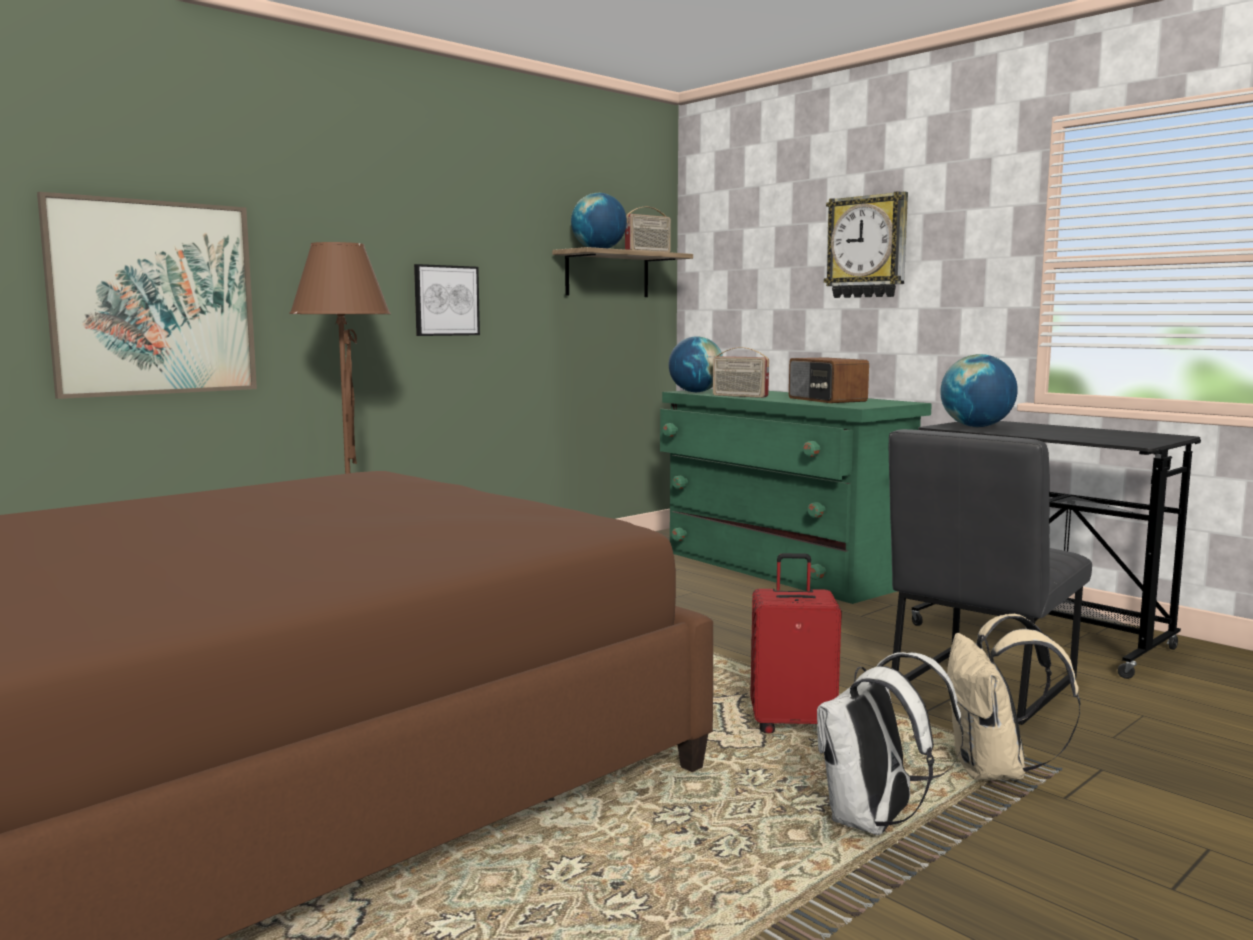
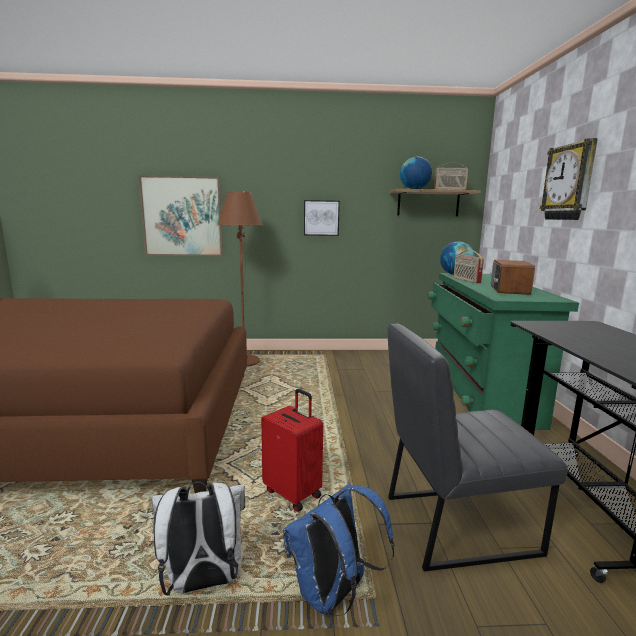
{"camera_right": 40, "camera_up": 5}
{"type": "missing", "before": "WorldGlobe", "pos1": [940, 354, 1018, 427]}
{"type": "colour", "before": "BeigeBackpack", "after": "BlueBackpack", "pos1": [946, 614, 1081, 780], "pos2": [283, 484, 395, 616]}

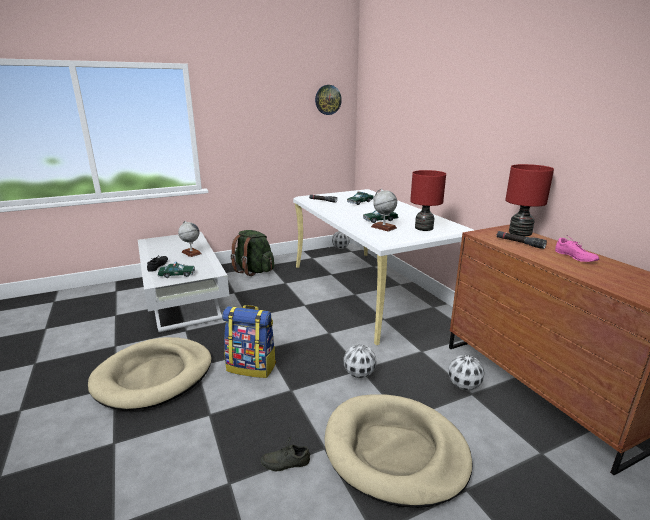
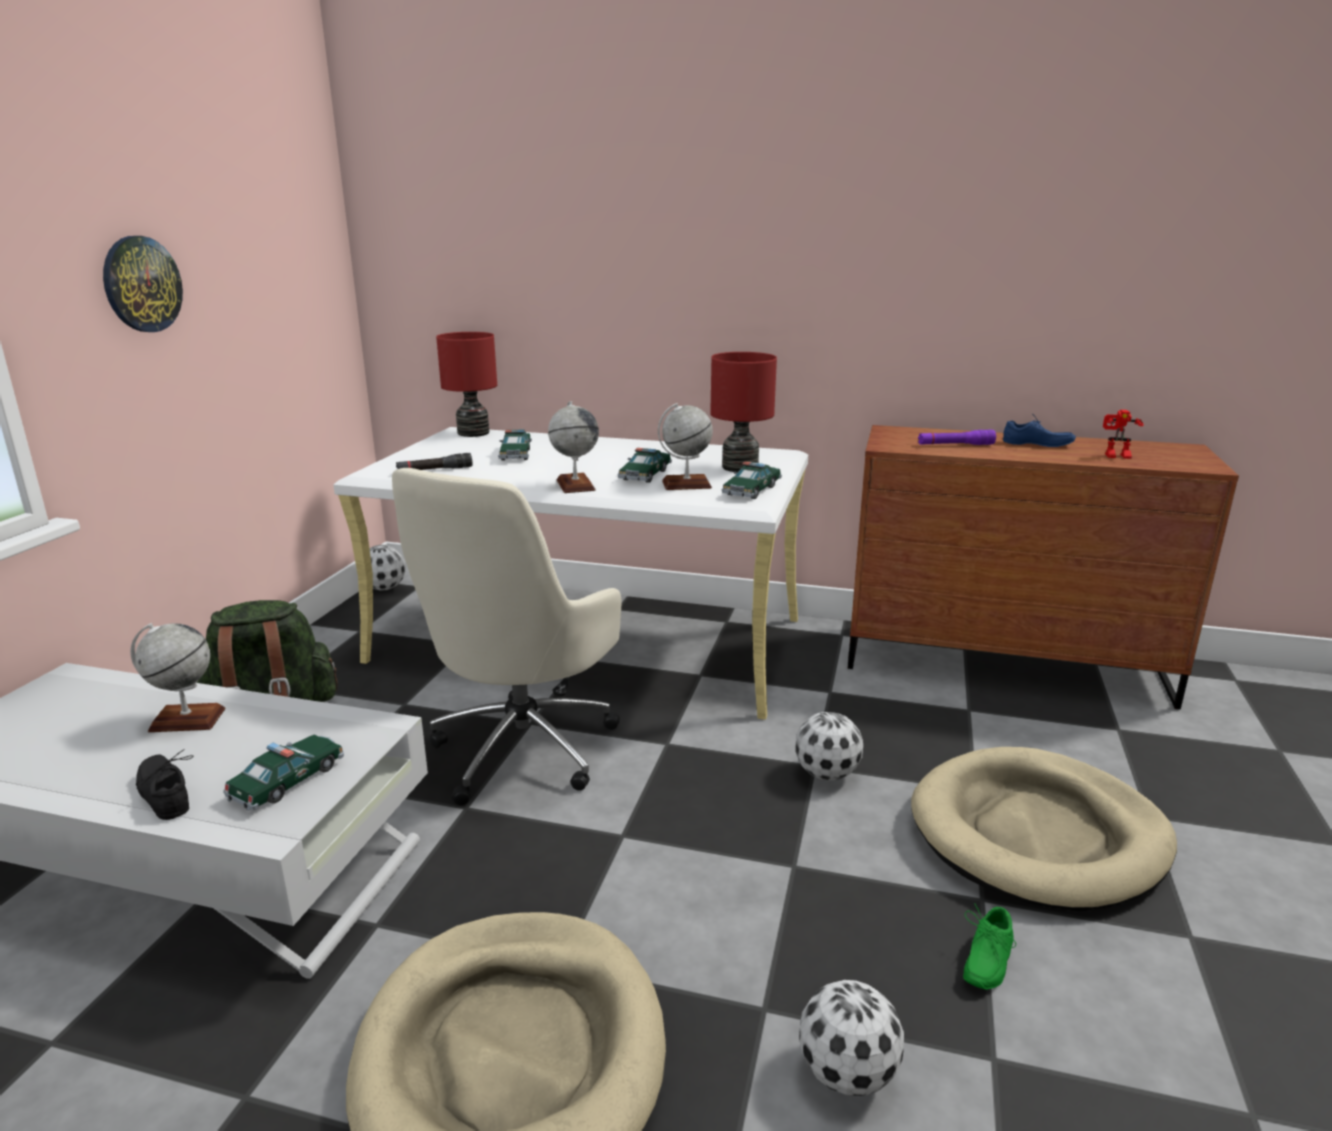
{"camera_right": -50, "camera_up": 0}
{"type": "missing", "before": "Backpack", "pos1": [222, 305, 276, 378]}
{"type": "colour", "before": "GreyLowShoe", "after": "GreenLowShoe", "pos1": [260, 435, 310, 471], "pos2": [963, 903, 1016, 990]}
{"type": "relocated", "before": "ClockOnTheWall", "pos1": [315, 85, 342, 115], "pos2": [103, 236, 183, 332]}
{"type": "relocated", "before": "BallForFootball", "pos1": [448, 355, 485, 391], "pos2": [799, 980, 904, 1096]}
{"type": "colour", "before": "BlackishHandTorch", "after": "PurpleColouredHandTorch", "pos1": [496, 231, 547, 249], "pos2": [918, 430, 996, 445]}
{"type": "relocated", "before": "RedColouredTableLamp", "pos1": [505, 164, 554, 236], "pos2": [436, 332, 497, 437]}
{"type": "colour", "before": "PinkishLowShoe", "after": "BlueLowShoe", "pos1": [555, 235, 599, 262], "pos2": [1003, 416, 1076, 447]}
{"type": "appeared", "after": "BeigeComputerChair", "pos2": [392, 468, 621, 805]}
{"type": "appeared", "after": "WorldGlobe", "pos2": [548, 401, 599, 493]}
{"type": "appeared", "after": "ModelCar", "pos2": [721, 461, 782, 499]}
{"type": "appeared", "after": "ModelRobot", "pos2": [1103, 410, 1143, 459]}

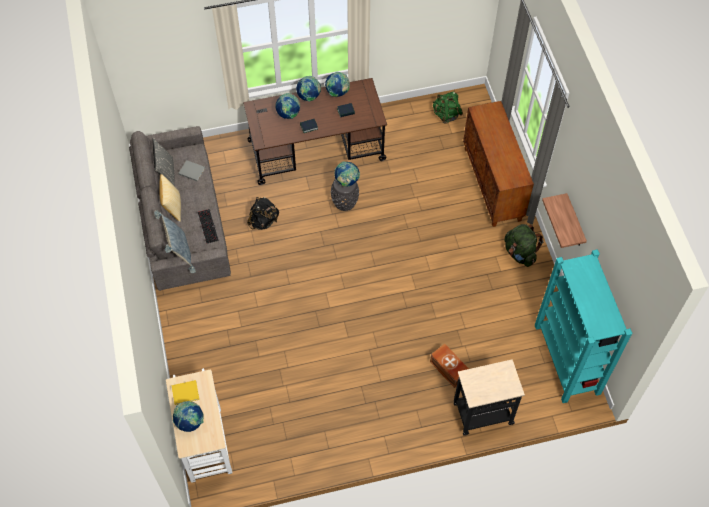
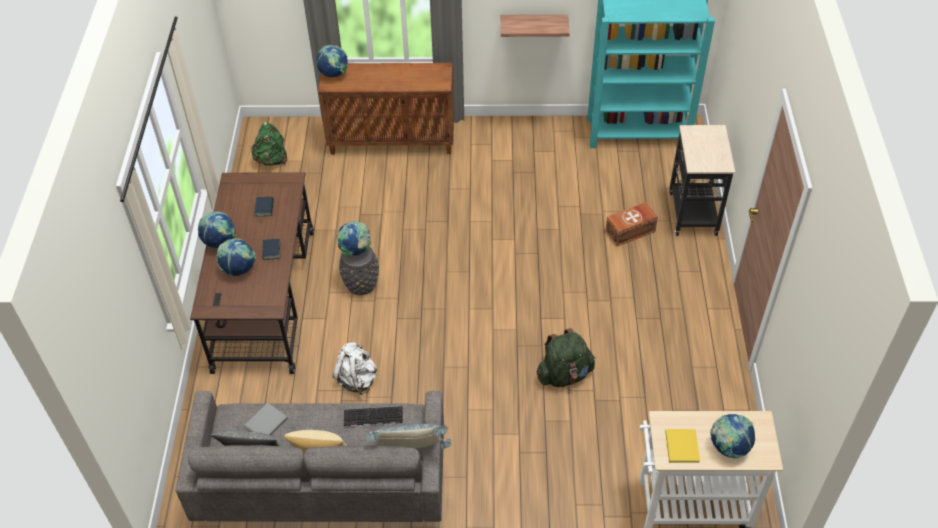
{"camera_right": -75, "camera_up": -10}
{"type": "colour", "before": "BlackishBackpack", "after": "WhiteBackpack", "pos1": [247, 197, 279, 230], "pos2": [333, 342, 377, 395]}
{"type": "relocated", "before": "WorldGlobe", "pos1": [325, 72, 350, 97], "pos2": [316, 45, 348, 77]}
{"type": "relocated", "before": "GreenBackpack", "pos1": [504, 224, 543, 267], "pos2": [537, 328, 595, 387]}

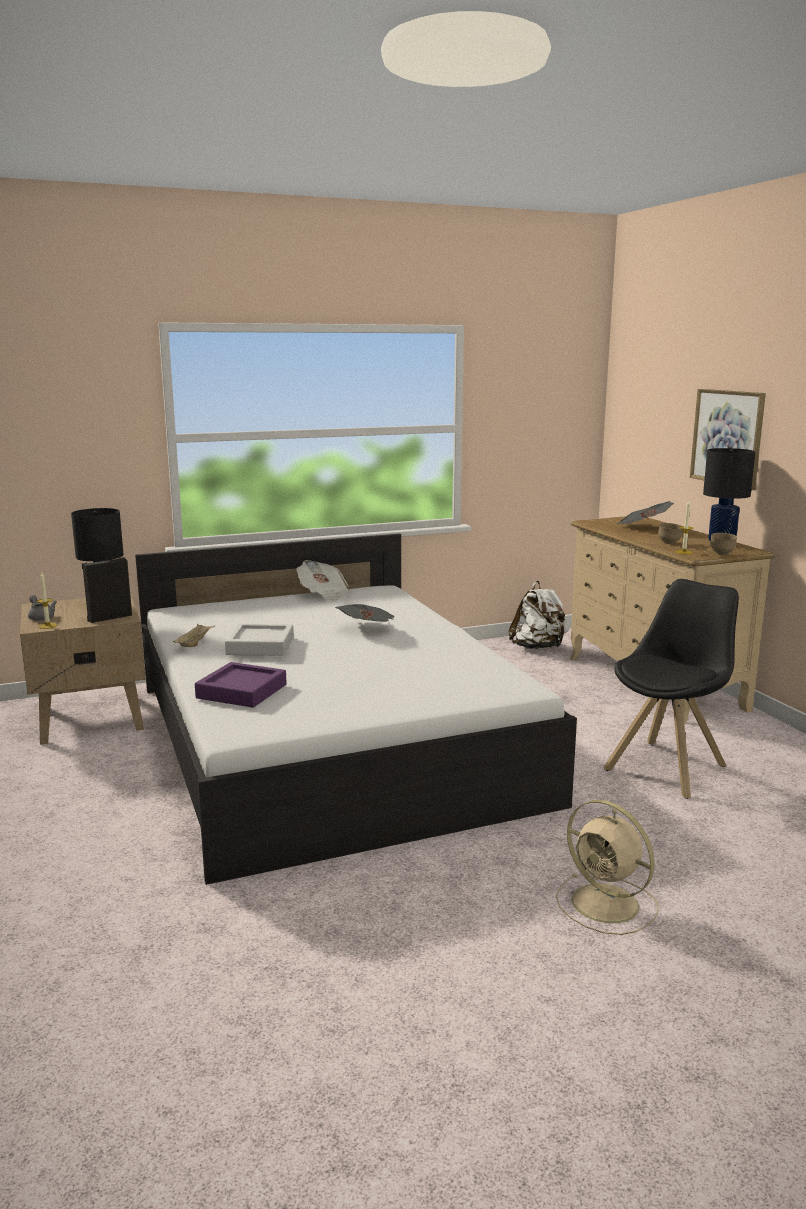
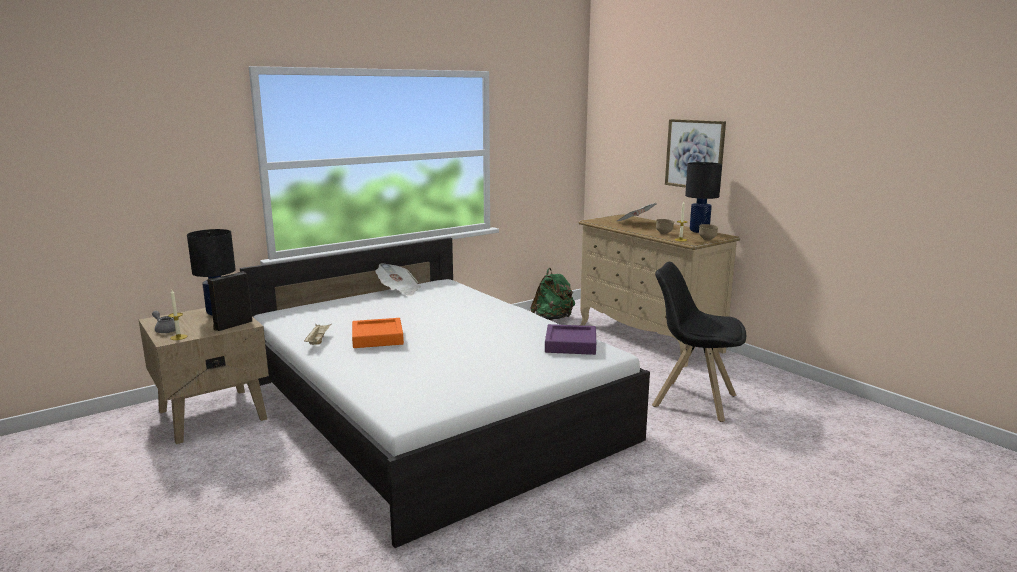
{"camera_right": -15, "camera_up": 0}
{"type": "relocated", "before": "PurpleColouredTray", "pos1": [195, 662, 287, 708], "pos2": [545, 324, 596, 355]}
{"type": "colour", "before": "GreyTray", "after": "OrangeyTray", "pos1": [225, 624, 294, 656], "pos2": [352, 318, 404, 348]}
{"type": "missing", "before": "Newspaper", "pos1": [335, 604, 395, 622]}
{"type": "colour", "before": "WhiteBackpack", "after": "GreenBackpack", "pos1": [508, 581, 569, 649], "pos2": [530, 268, 575, 320]}
{"type": "missing", "before": "BeigeCoolingFan", "pos1": [556, 800, 659, 935]}
{"type": "spun", "before": "BlackishPlainChair", "pos1": [604, 579, 739, 799], "pos2": [652, 262, 746, 422], "turn": -90}

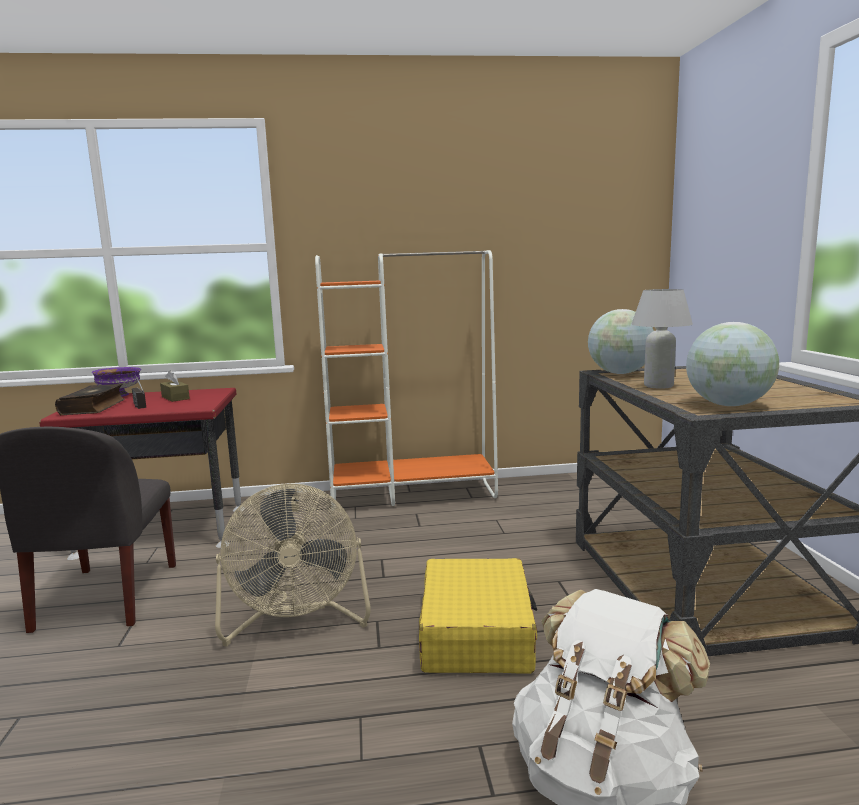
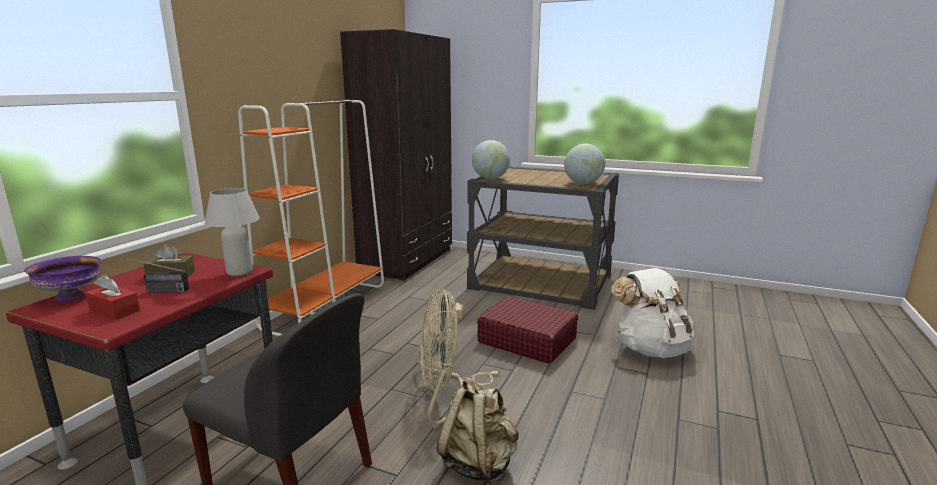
{"camera_right": -60, "camera_up": 5}
{"type": "exchanged", "before": "BoundBook", "after": "RedColouredBoxOfTissues", "pos1": [55, 384, 125, 415], "pos2": [86, 275, 140, 320]}
{"type": "spun", "before": "BeigeCoolingFan", "pos1": [215, 484, 371, 647], "pos2": [417, 288, 498, 429], "turn": 150}
{"type": "colour", "before": "YellowColouredSuitcase", "after": "RedColouredSuitcase", "pos1": [419, 558, 537, 674], "pos2": [477, 296, 578, 364]}
{"type": "relocated", "before": "WhiteTableLamp", "pos1": [632, 289, 693, 389], "pos2": [205, 188, 260, 276]}
{"type": "appeared", "after": "BrownWardrobe", "pos2": [340, 29, 452, 281]}
{"type": "appeared", "after": "BeigeBackpack", "pos2": [437, 378, 519, 484]}

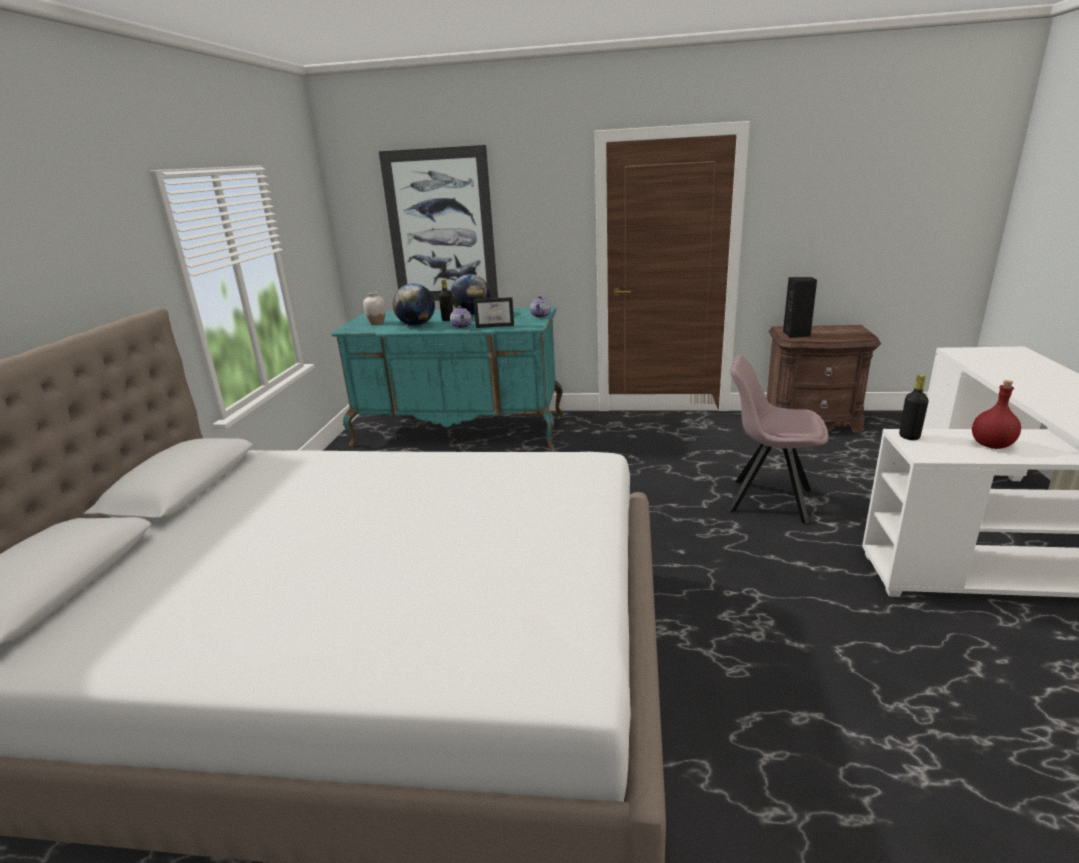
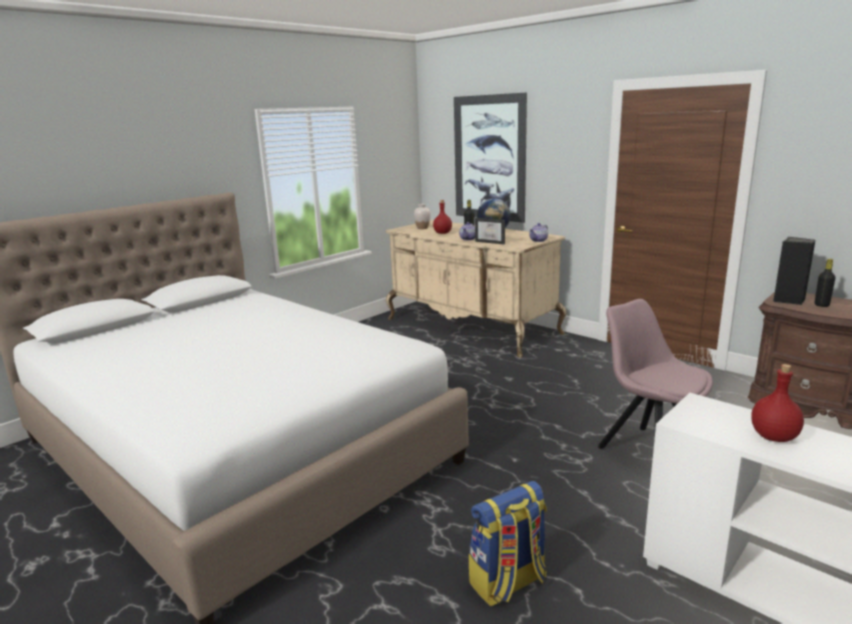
{"camera_right": 35, "camera_up": -5}
{"type": "colour", "before": "TurquoiseColouredChestOfDrawers", "after": "BeigeChestOfDrawers", "pos1": [331, 307, 563, 449], "pos2": [386, 220, 566, 358]}
{"type": "exchanged", "before": "WorldGlobe", "after": "RedColouredBeverageBottle", "pos1": [393, 283, 435, 326], "pos2": [433, 200, 452, 234]}
{"type": "relocated", "before": "BlackishBeverageBottle", "pos1": [899, 374, 929, 440], "pos2": [814, 259, 835, 307]}
{"type": "appeared", "after": "Backpack", "pos2": [469, 481, 547, 606]}

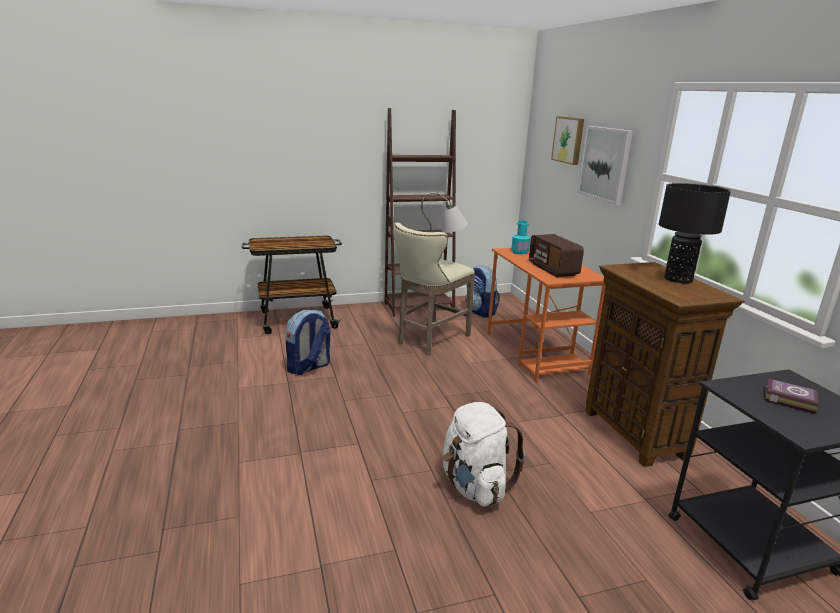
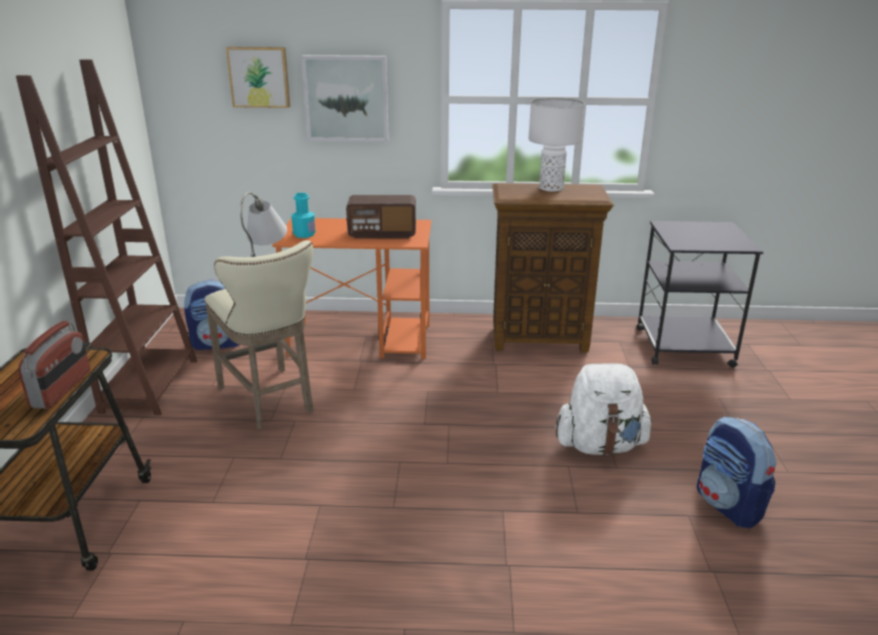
{"camera_right": -70, "camera_up": 5}
{"type": "relocated", "before": "Backpack", "pos1": [286, 310, 330, 375], "pos2": [697, 416, 776, 528]}
{"type": "colour", "before": "BlackishTableLamp", "after": "WhiteTableLamp", "pos1": [659, 183, 731, 283], "pos2": [528, 98, 585, 192]}
{"type": "missing", "before": "BoundBook", "pos1": [765, 378, 819, 414]}
{"type": "appeared", "after": "Radio", "pos2": [18, 321, 90, 409]}

